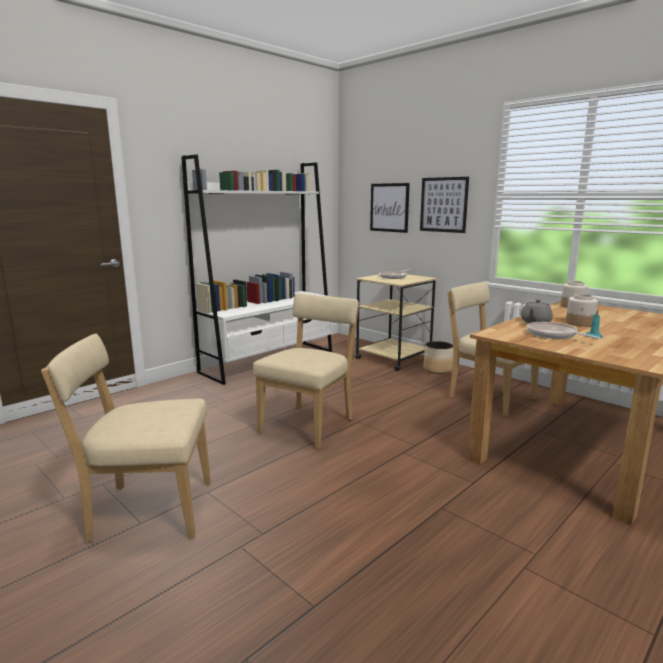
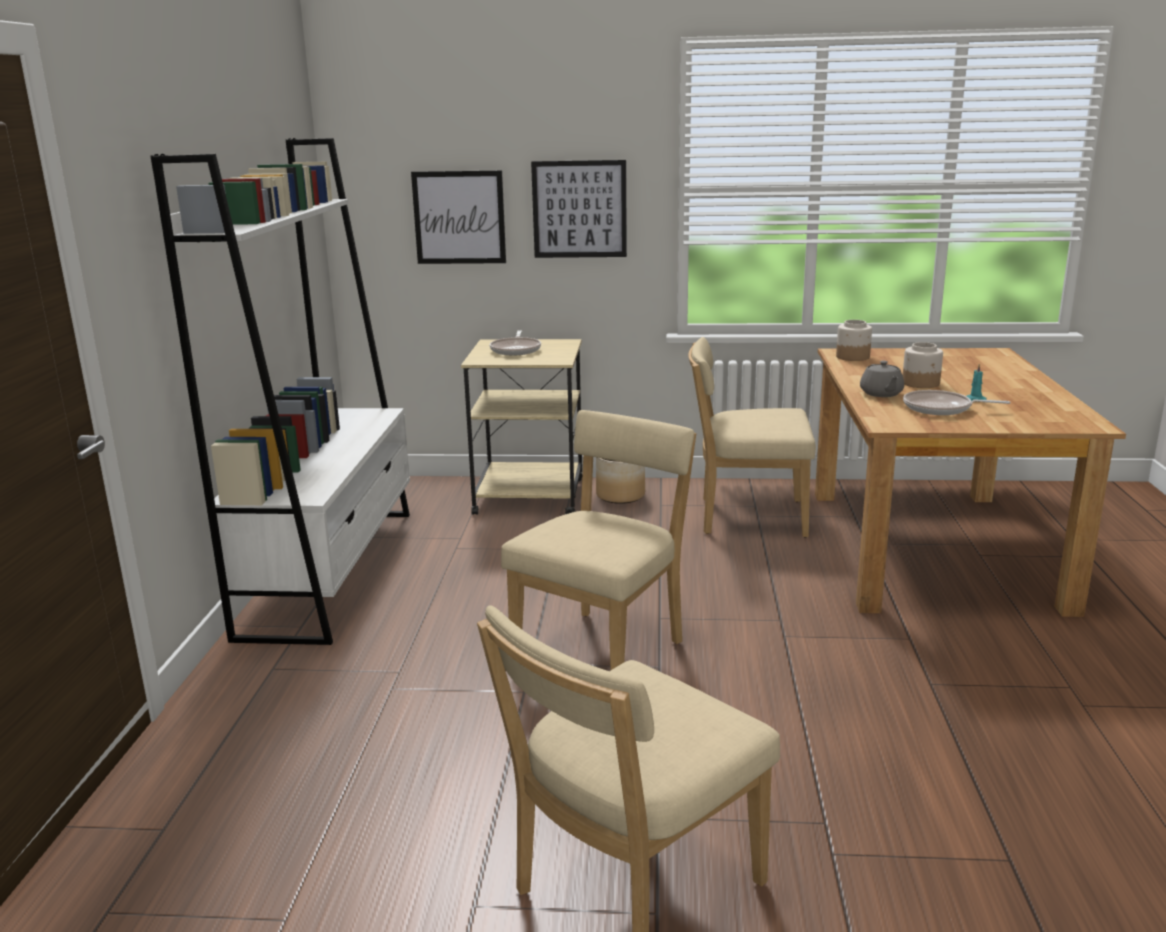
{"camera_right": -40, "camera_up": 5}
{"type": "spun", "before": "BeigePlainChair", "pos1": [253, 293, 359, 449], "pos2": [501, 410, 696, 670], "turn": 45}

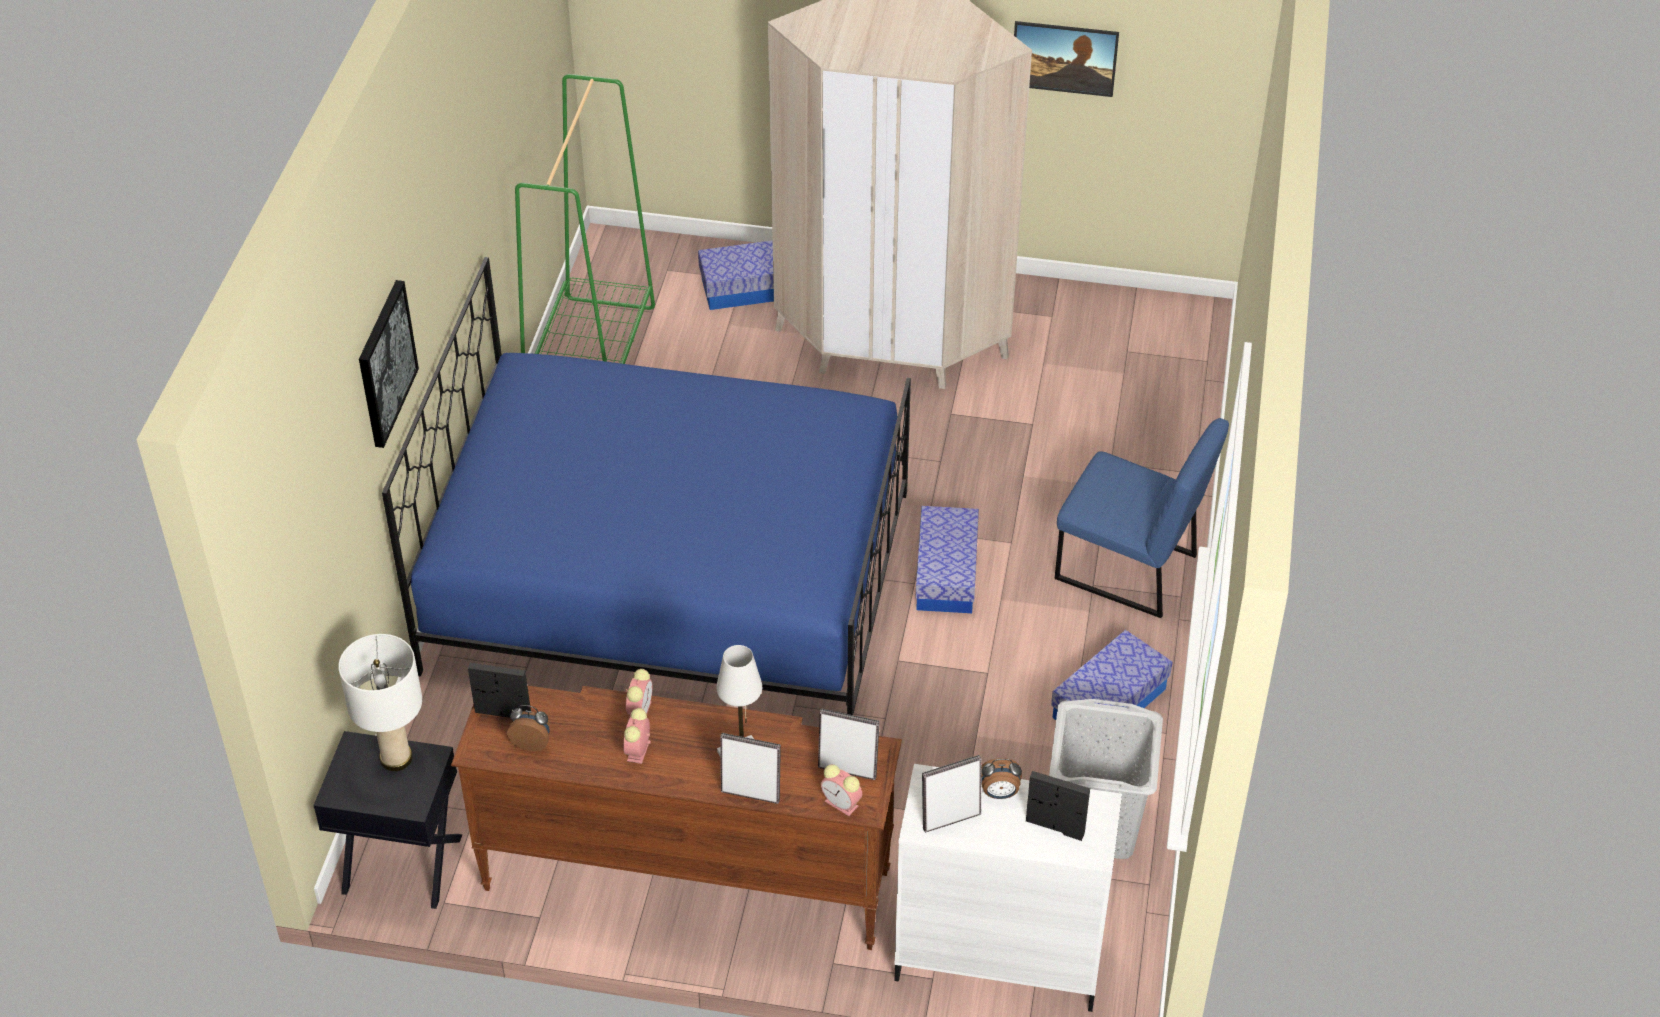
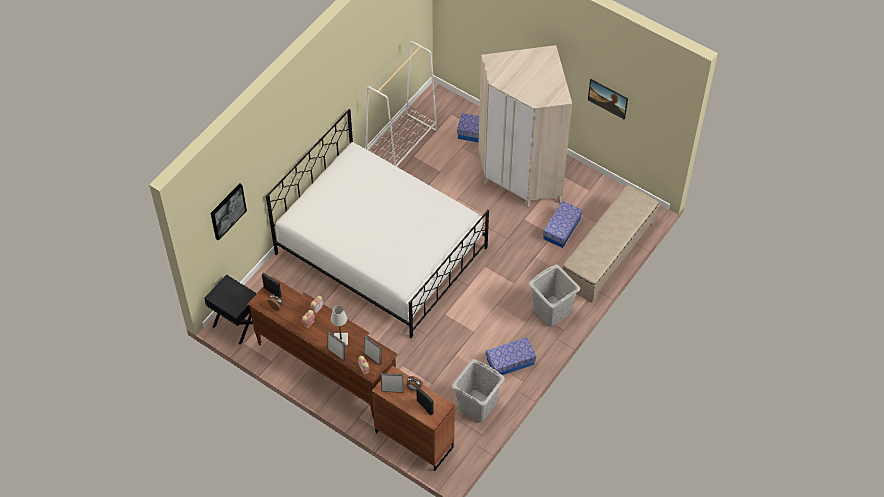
{"camera_right": 25, "camera_up": 10}
{"type": "missing", "before": "WhiteTableLamp", "pos1": [338, 634, 422, 771]}
{"type": "relocated", "before": "WallPicture", "pos1": [359, 280, 419, 448], "pos2": [211, 183, 247, 241]}
{"type": "colour", "before": "BlueBed", "after": "WhiteBed", "pos1": [382, 257, 911, 715], "pos2": [266, 109, 489, 338]}
{"type": "colour", "before": "GreenClothesRack", "after": "WhiteClothesRack", "pos1": [515, 74, 655, 364], "pos2": [366, 41, 437, 167]}
{"type": "colour", "before": "WhiteChestOfDrawers", "after": "BrownChestOfDrawers", "pos1": [894, 764, 1122, 1012], "pos2": [372, 366, 455, 471]}
{"type": "relocated", "before": "StorageBox", "pos1": [915, 506, 979, 613], "pos2": [543, 201, 583, 248]}
{"type": "exchanged", "before": "BluePlainChair", "after": "GreyHamper", "pos1": [1055, 418, 1229, 618], "pos2": [528, 264, 580, 327]}
{"type": "appeared", "after": "BeigeBench", "pos2": [562, 185, 658, 303]}

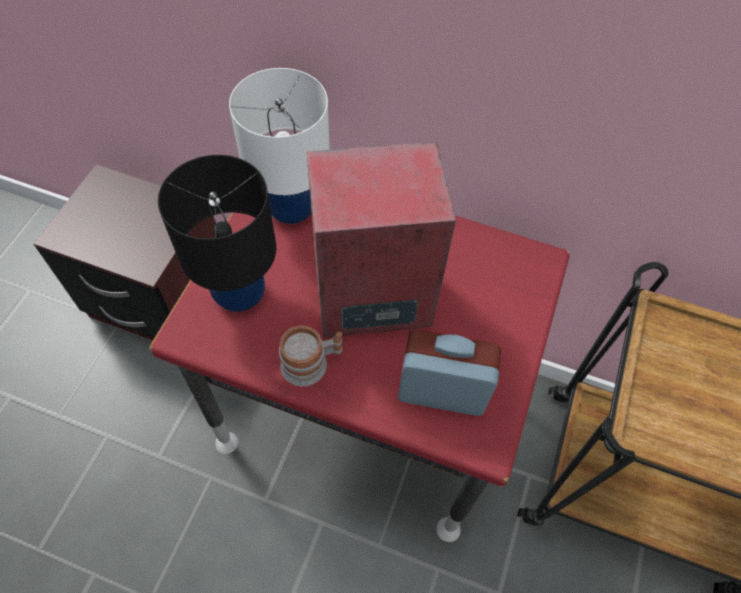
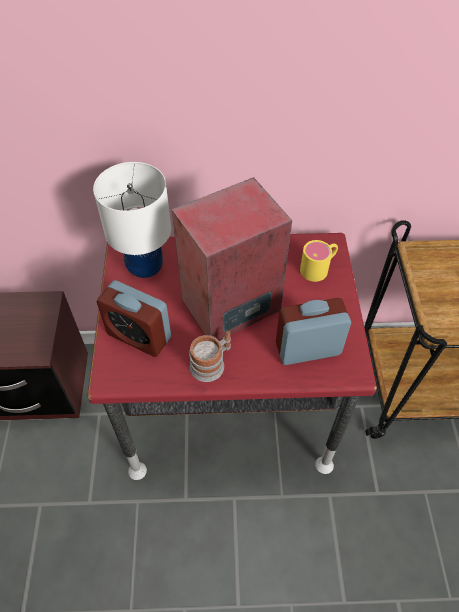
{"camera_right": -20, "camera_up": -5}
{"type": "exchanged", "before": "BlackishTableLamp", "after": "TableClock", "pos1": [158, 155, 276, 312], "pos2": [97, 280, 171, 357]}
{"type": "appeared", "after": "YellowColouredTeaMug", "pos2": [300, 240, 338, 282]}

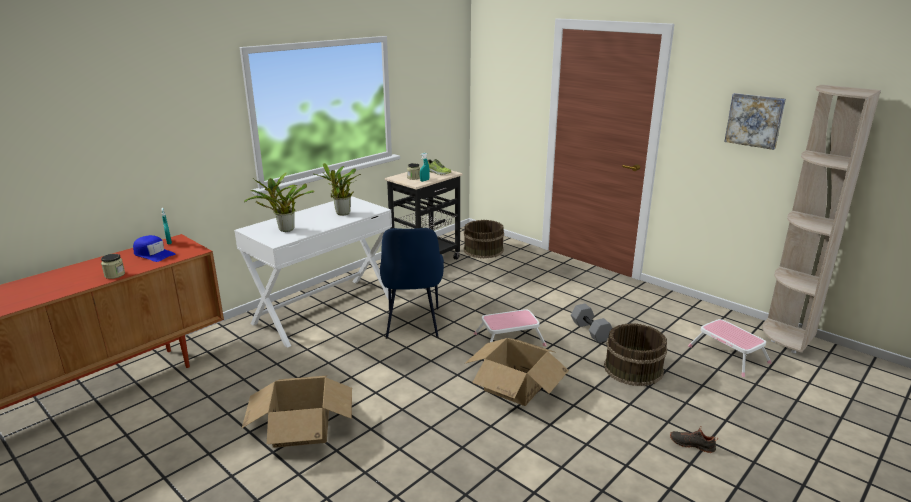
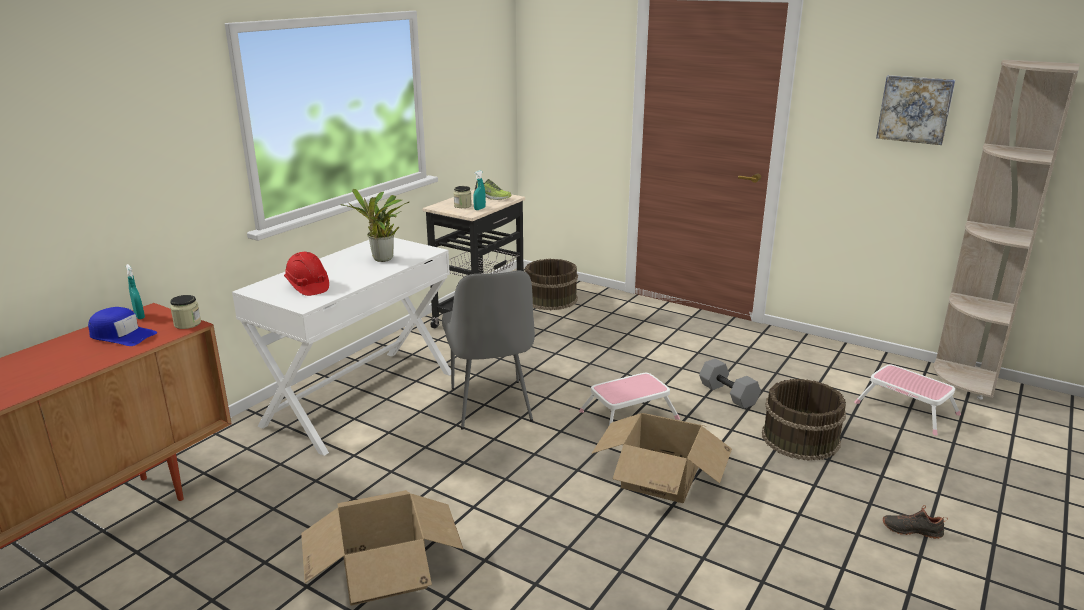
{"camera_right": -10, "camera_up": 0}
{"type": "relocated", "before": "StorageJar", "pos1": [101, 254, 125, 279], "pos2": [170, 295, 201, 329]}
{"type": "exchanged", "before": "PlantInAPot", "after": "RedColouredWorkHelmet", "pos1": [244, 173, 315, 232], "pos2": [284, 252, 329, 296]}
{"type": "colour", "before": "BluePlainChair", "after": "GreyPlainChair", "pos1": [380, 228, 444, 339], "pos2": [442, 271, 535, 430]}

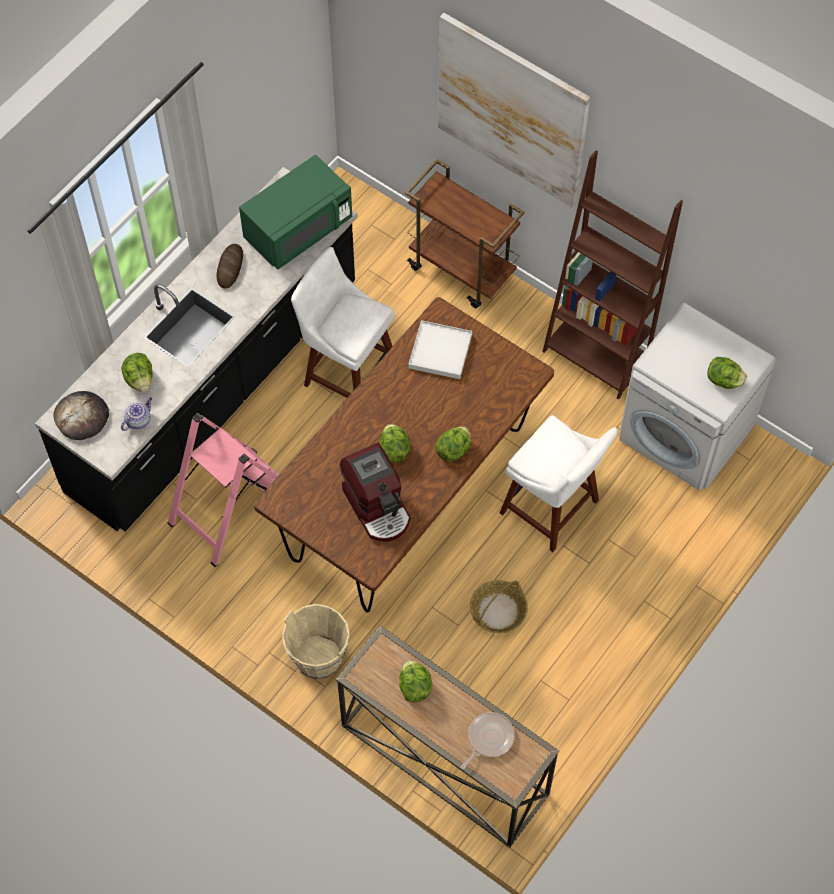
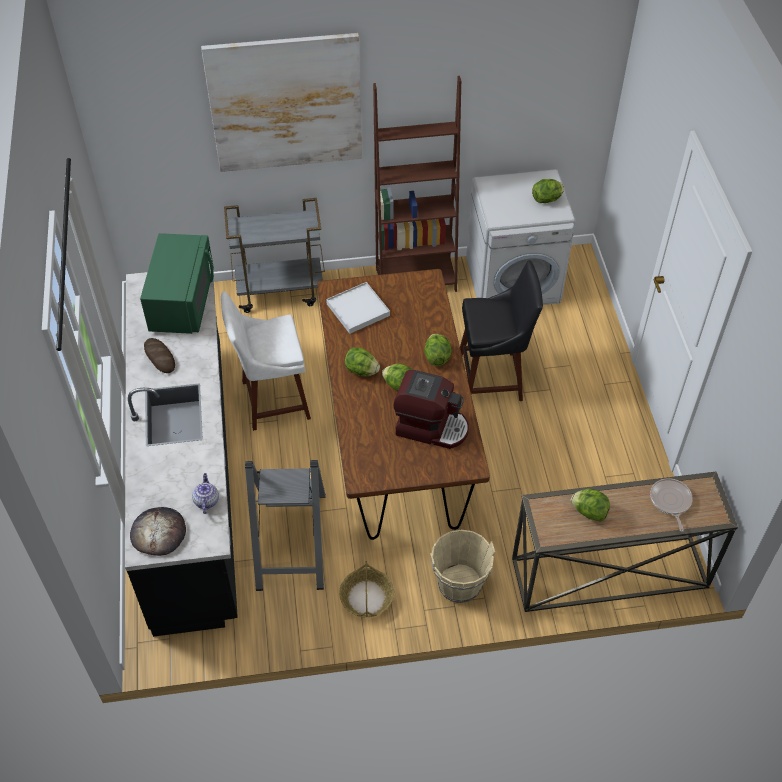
{"camera_right": -45, "camera_up": -10}
{"type": "relocated", "before": "Lettuce", "pos1": [122, 353, 153, 392], "pos2": [345, 347, 380, 377]}
{"type": "colour", "before": "PinkishStepLadder", "after": "GreyStepLadder", "pos1": [167, 413, 279, 567], "pos2": [245, 460, 326, 591]}
{"type": "colour", "before": "BrownWheeledCart", "after": "GreyWheeledCart", "pos1": [405, 159, 524, 308], "pos2": [224, 198, 325, 313]}
{"type": "relocated", "before": "Basket", "pos1": [470, 580, 528, 634], "pos2": [339, 561, 394, 617]}
{"type": "colour", "before": "WhitePlainChair", "after": "BlackishPlainChair", "pos1": [500, 415, 617, 552], "pos2": [460, 260, 543, 401]}

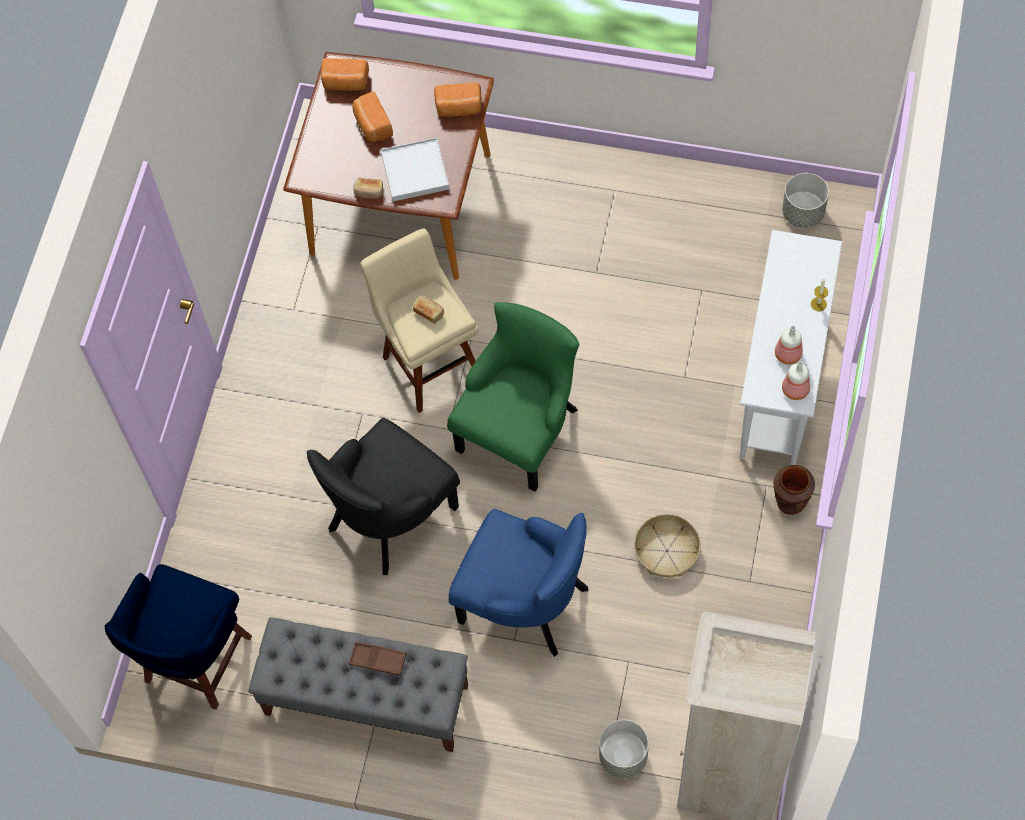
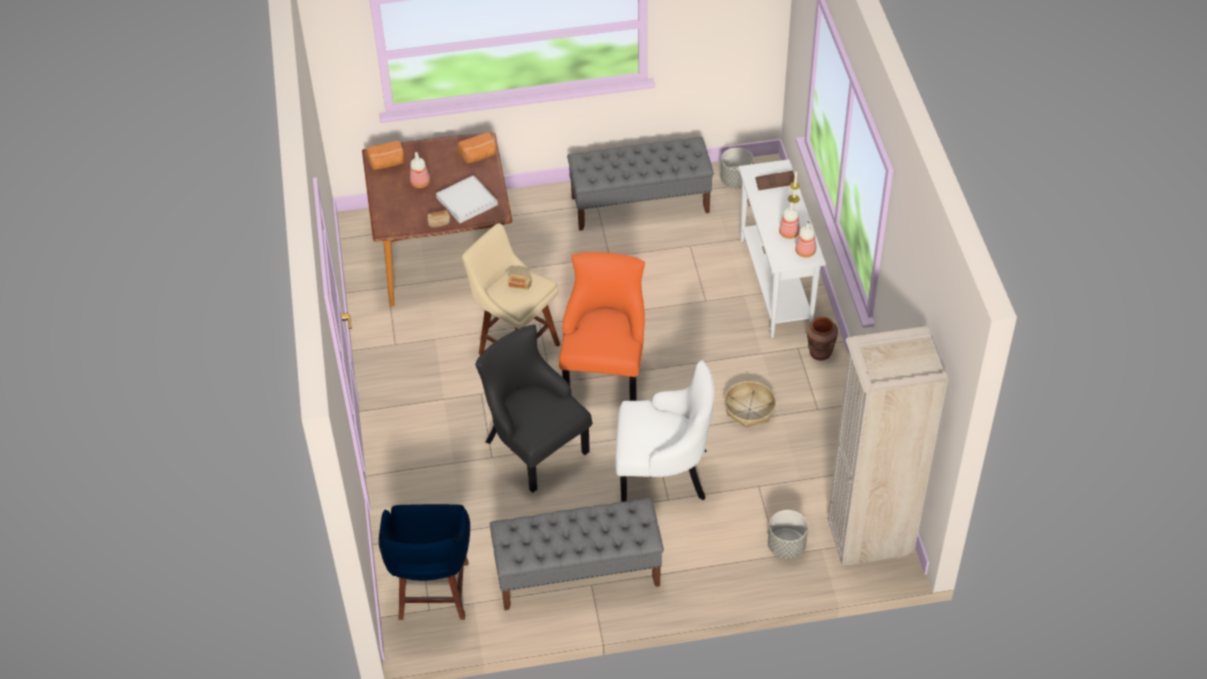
{"camera_right": -25, "camera_up": -15}
{"type": "spun", "before": "BlackishPlainChair", "pos1": [307, 418, 460, 575], "pos2": [475, 325, 593, 493], "turn": 120}
{"type": "relocated", "before": "BrownTray", "pos1": [349, 642, 407, 676], "pos2": [755, 171, 794, 190]}
{"type": "exchanged", "before": "BakeryBread", "after": "BeverageBottle", "pos1": [352, 91, 393, 142], "pos2": [410, 152, 430, 188]}
{"type": "colour", "before": "GreenPlainChair", "after": "OrangeyPlainChair", "pos1": [447, 302, 580, 492], "pos2": [559, 252, 645, 401]}
{"type": "colour", "before": "BluePlainChair", "after": "WhitePlainChair", "pos1": [448, 509, 588, 657], "pos2": [615, 360, 714, 502]}
{"type": "appeared", "after": "GreyBench", "pos2": [567, 137, 714, 231]}

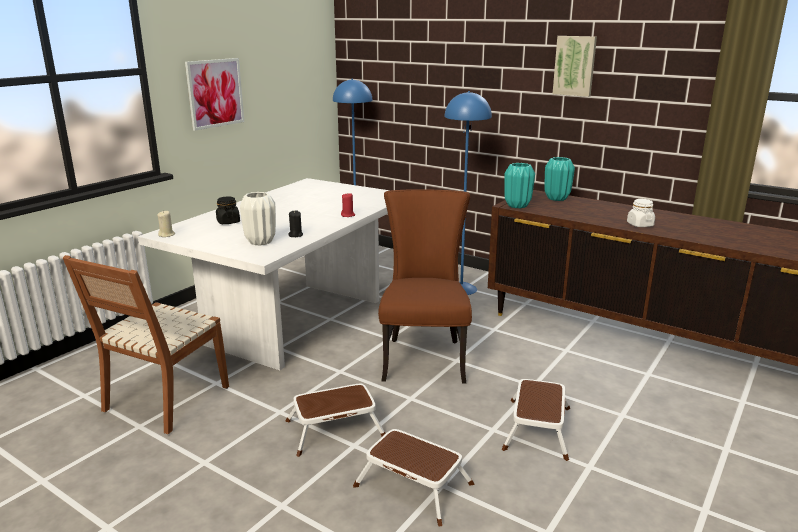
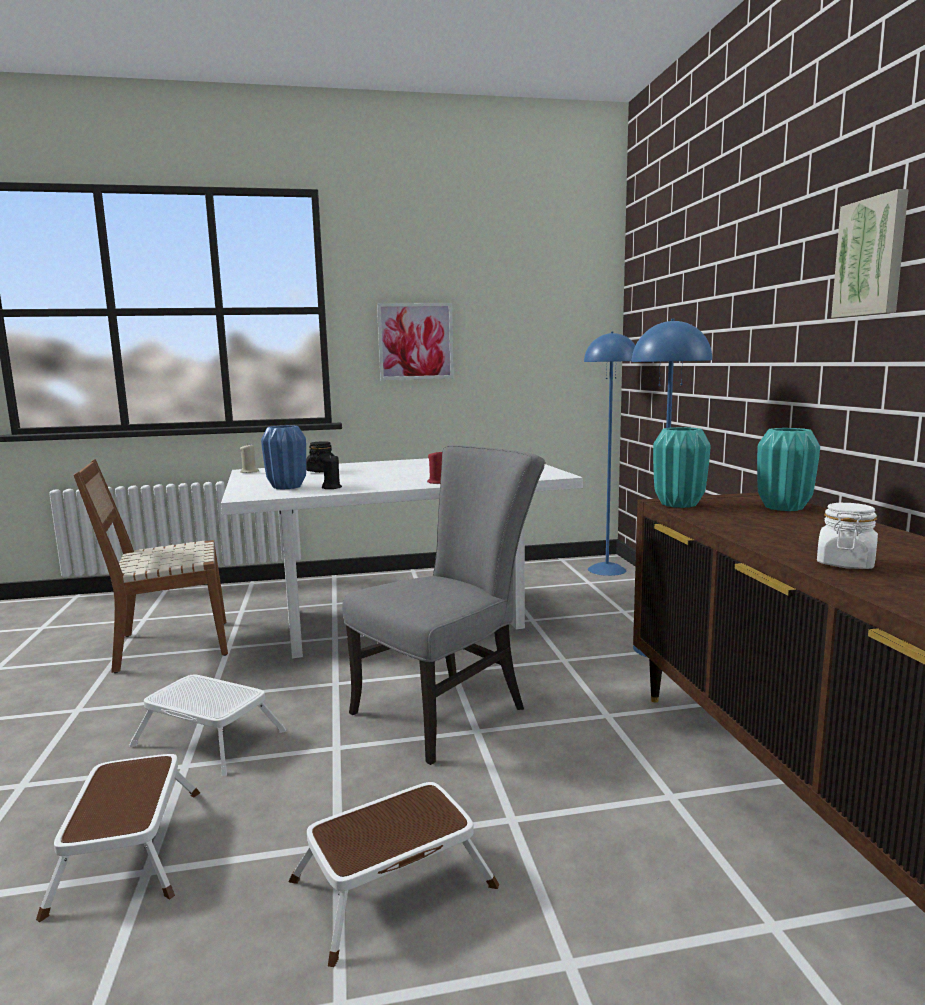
{"camera_right": 45, "camera_up": -10}
{"type": "colour", "before": "WhiteVase", "after": "BlueVase", "pos1": [240, 192, 276, 245], "pos2": [261, 425, 306, 490]}
{"type": "colour", "before": "BrownStepLadder", "after": "WhiteStepLadder", "pos1": [286, 384, 386, 457], "pos2": [129, 675, 286, 776]}
{"type": "colour", "before": "BrownPlainChair", "after": "GreyPlainChair", "pos1": [378, 189, 472, 384], "pos2": [342, 445, 546, 765]}

